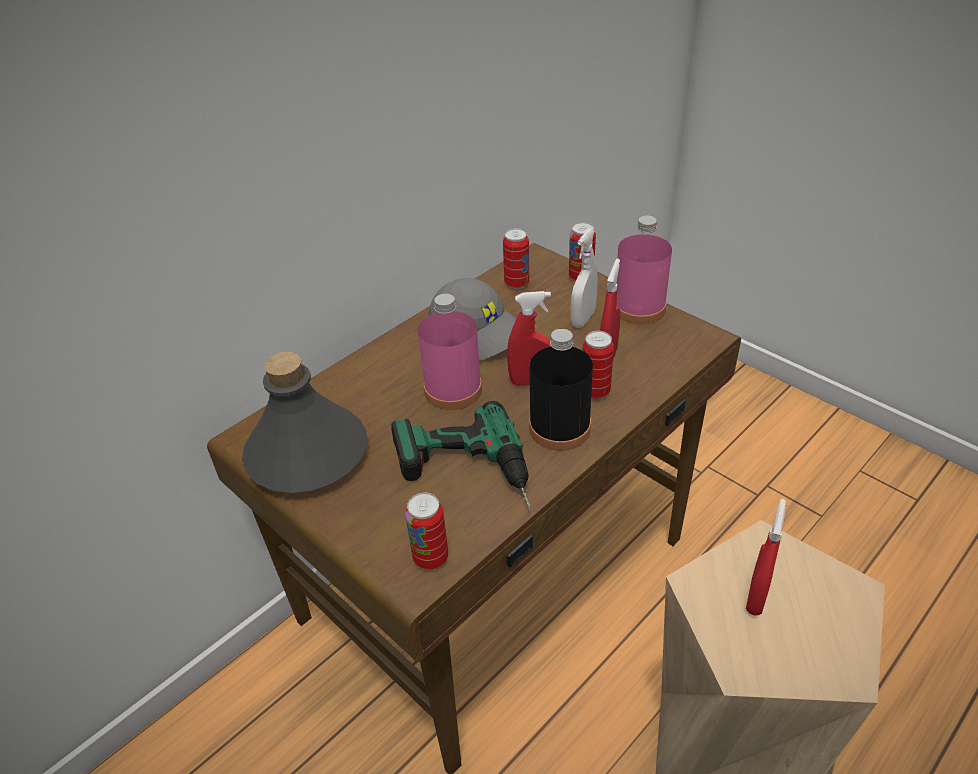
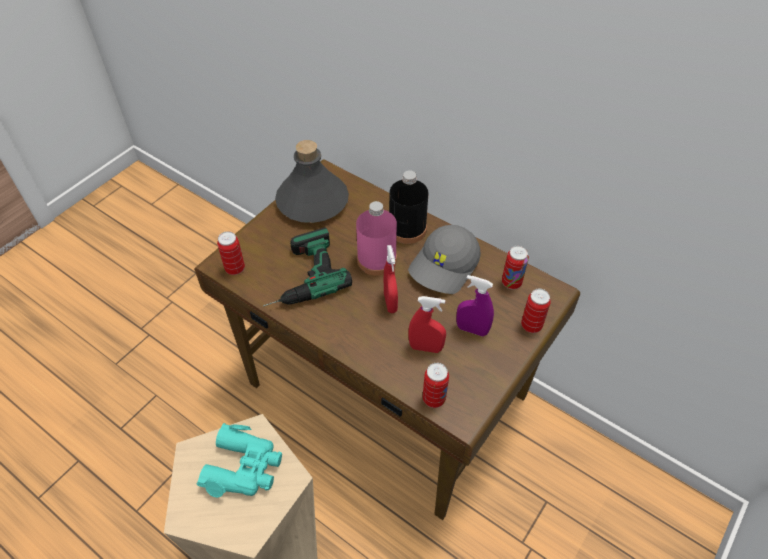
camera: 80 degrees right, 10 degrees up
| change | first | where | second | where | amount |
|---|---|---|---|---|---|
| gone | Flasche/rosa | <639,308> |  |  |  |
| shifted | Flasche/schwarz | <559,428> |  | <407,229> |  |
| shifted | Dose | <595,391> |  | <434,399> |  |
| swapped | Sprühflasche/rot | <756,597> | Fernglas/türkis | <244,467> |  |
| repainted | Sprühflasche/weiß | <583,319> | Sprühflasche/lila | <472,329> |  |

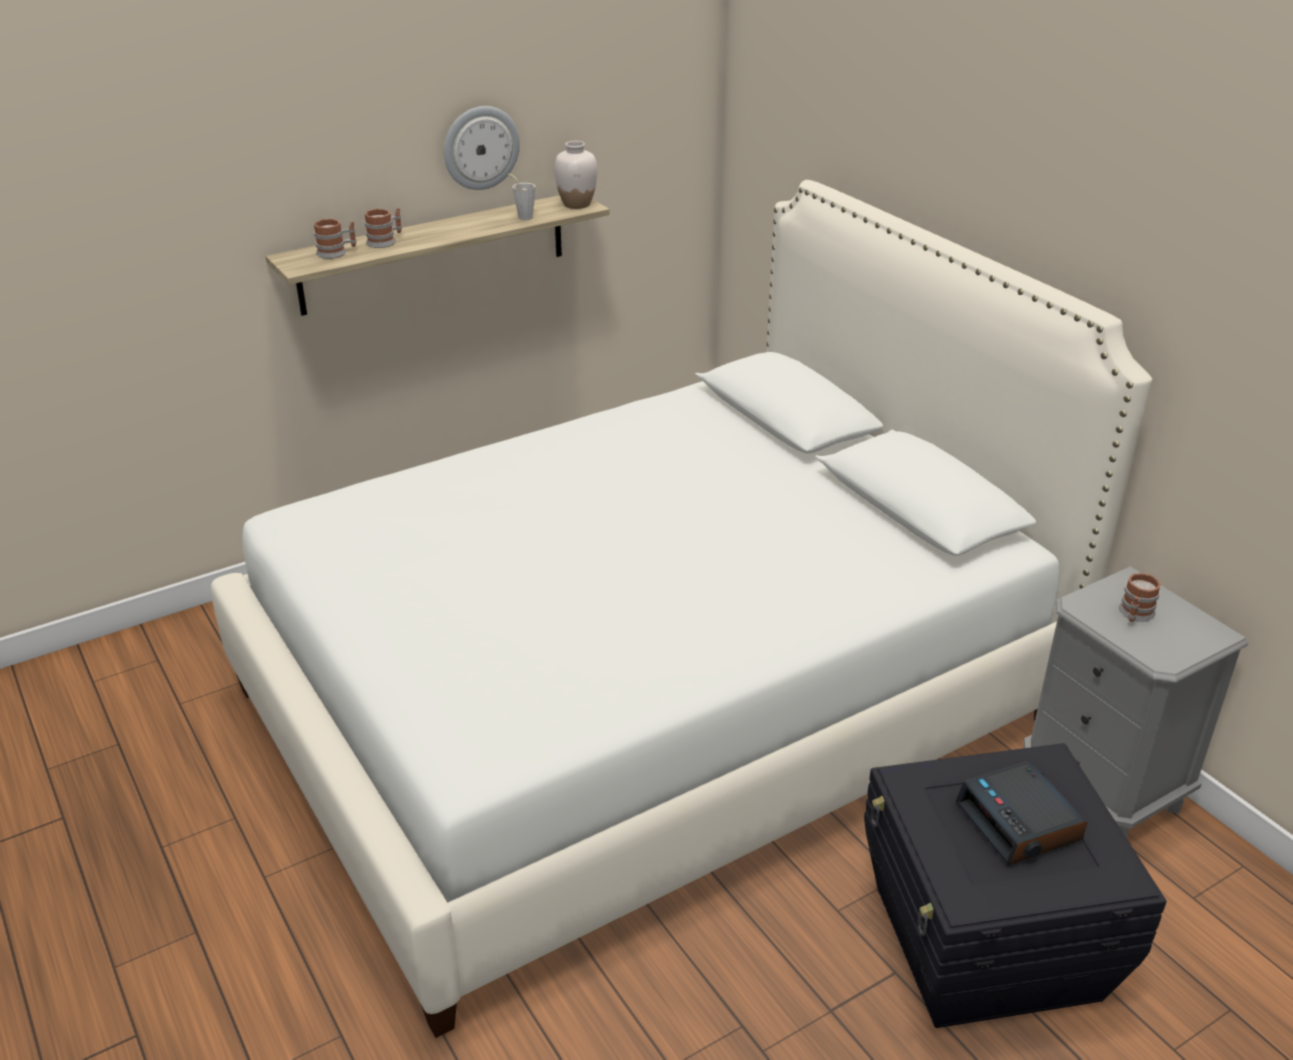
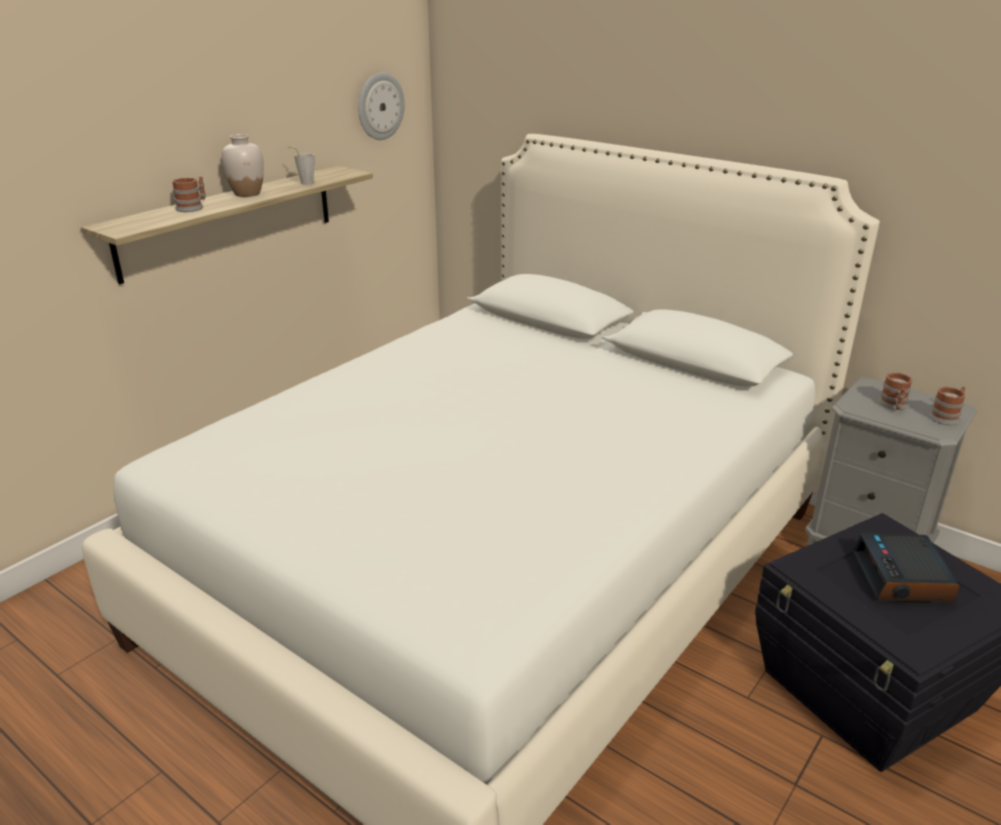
camera: 20 degrees left, 5 degrees down
| change | first | where | second | where | amount |
|---|---|---|---|---|---|
| shifted | Henkelbecher | <337,253> |  | <947,417> |  |
| shifted | Wanduhr | <480,147> |  | <380,106> |  |
| shifted | Vase/weiß | <576,204> |  | <247,194> |  |
| rotated | Wecker | <1019,822> |  | <902,578> | 45 degrees clockwise |

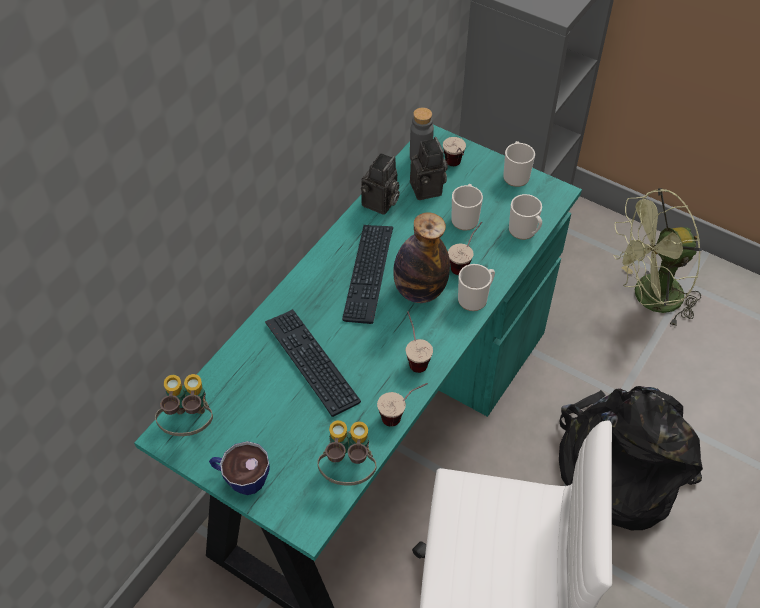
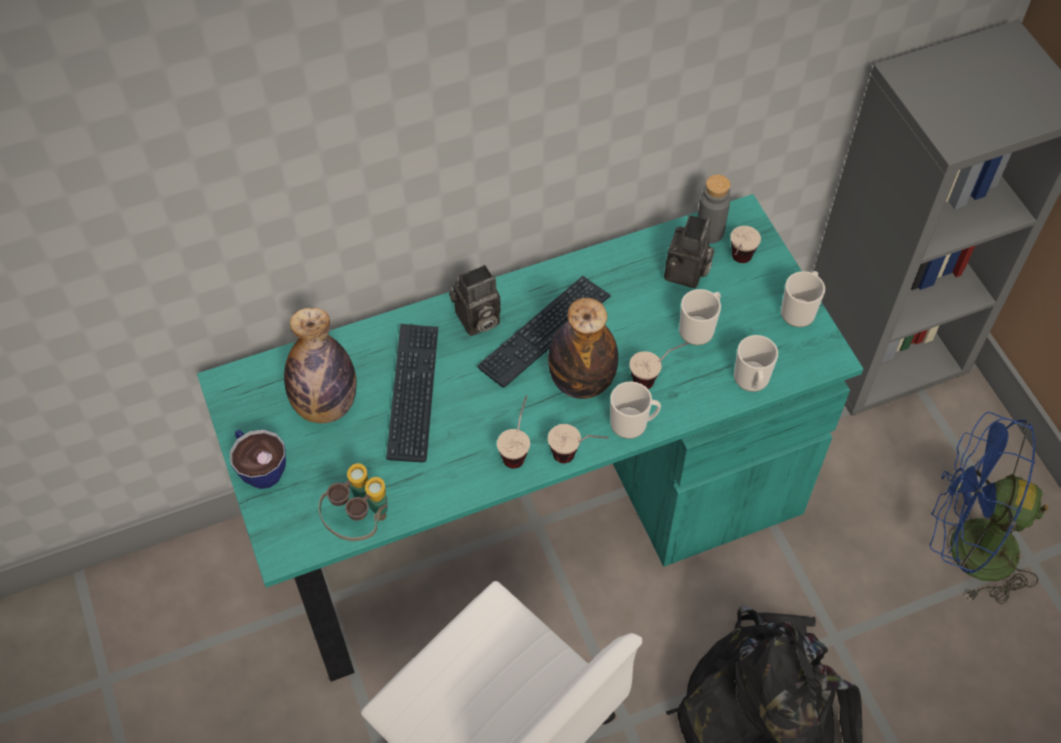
camera: 35 degrees right, 5 degrees up
| change | first | where | second | where | amount |
|---|---|---|---|---|---|
| gone | Fernglas | <189,424> |  |  |  |
| new |  |  | Flasche | <325,405> |  |
| shifted | Kamera | <380,204> |  | <476,321> |  |
| shifted | Tasse | <402,415> |  | <576,457> |  |
| repainted | Ventilator/grün | <648,298> | Ventilator/blau | <966,548> |  |

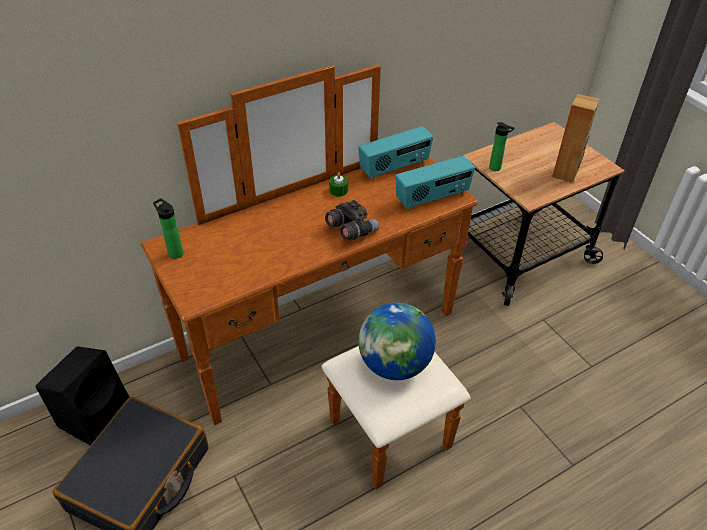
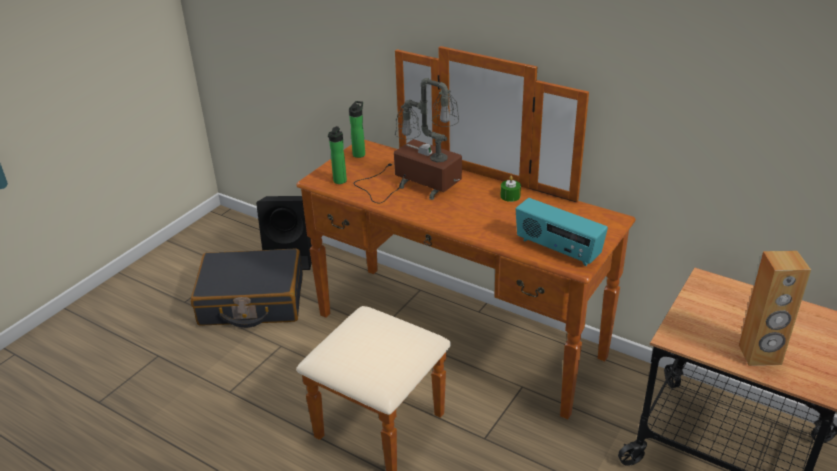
camera: 65 degrees right, 10 degrees down
| change | first | where | second | where | amount |
|---|---|---|---|---|---|
| gone | Fernglas/grau | <351,230> |  |  |  |
| gone | Radio | <394,168> |  |  |  |
| gone | Globus | <394,365> |  |  |  |
| new |  |  | Tischlampe | <416,184> |  |
| shifted | Flasche | <496,168> |  | <339,182> |  |

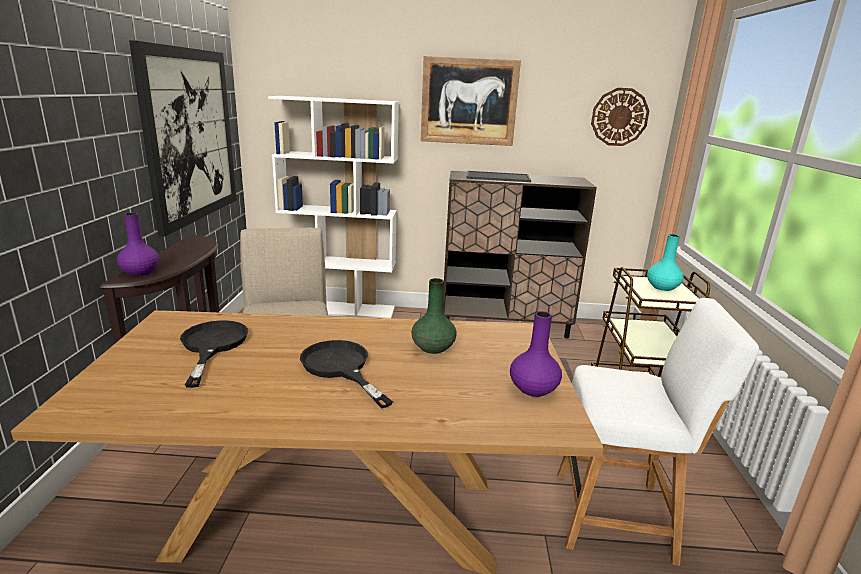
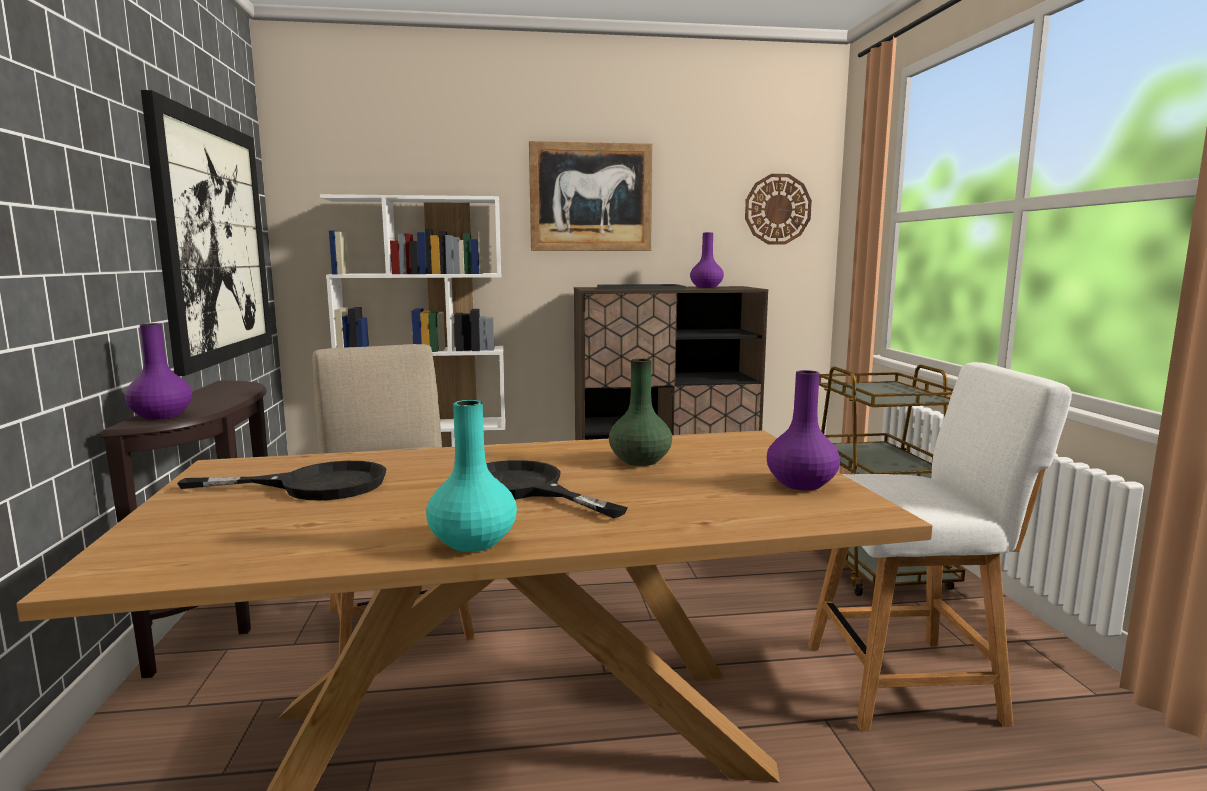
camera: 10 degrees left, 10 degrees down
| change | first | where | second | where | amount |
|---|---|---|---|---|---|
| new |  |  | Vase/lila | <706,287> |  |
| shifted | Vase/türkis | <662,287> |  | <472,542> |  |
| rotated | Pfanne/schwarz | <212,346> |  | <314,485> | 105 degrees clockwise |

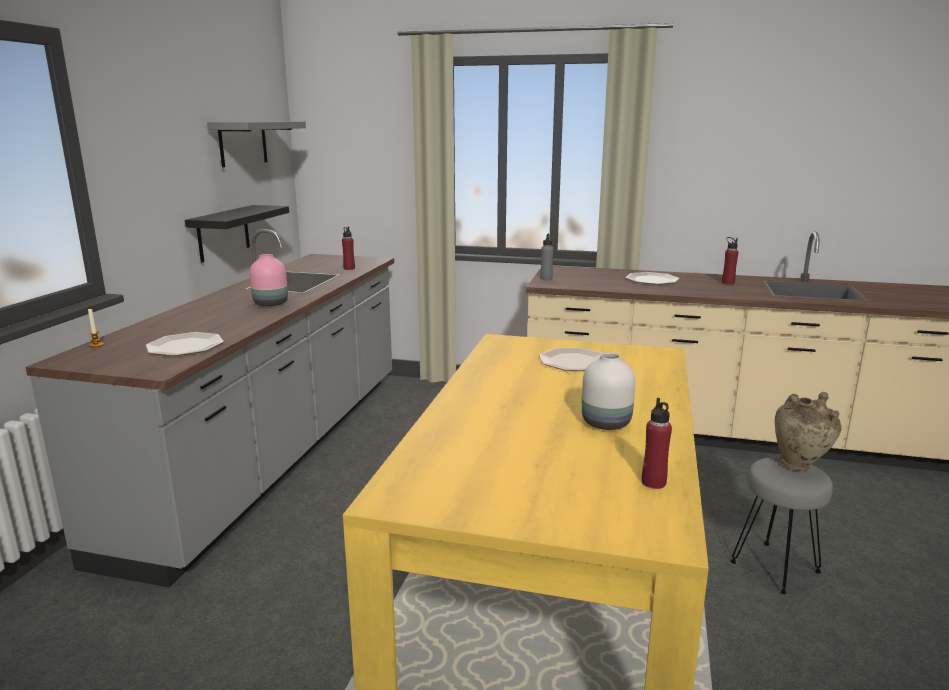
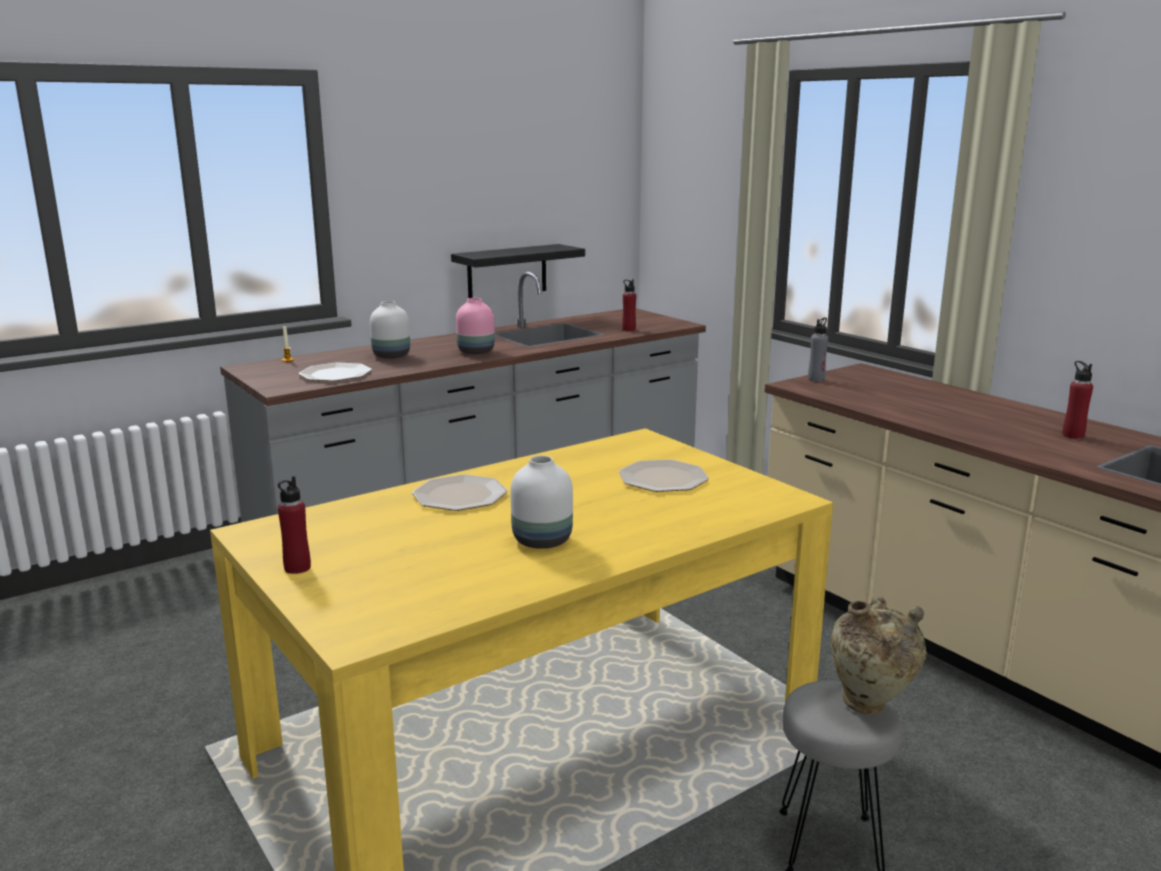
camera: 40 degrees right, 0 degrees up
| change | first | where | second | where | amount |
|---|---|---|---|---|---|
| gone | Wandregal/grau | <243,143> |  |  |  |
| new |  |  | Vase/weiß | <390,356> |  |
| shifted | Teller | <652,280> |  | <460,495> |  |
| shifted | Flasche/rot | <653,482> |  | <297,568> |  |

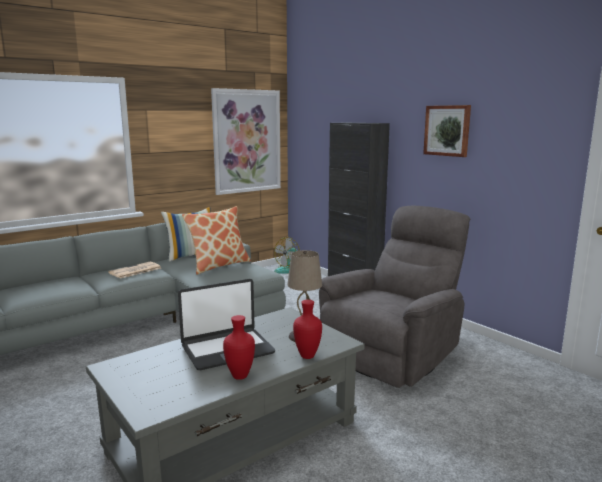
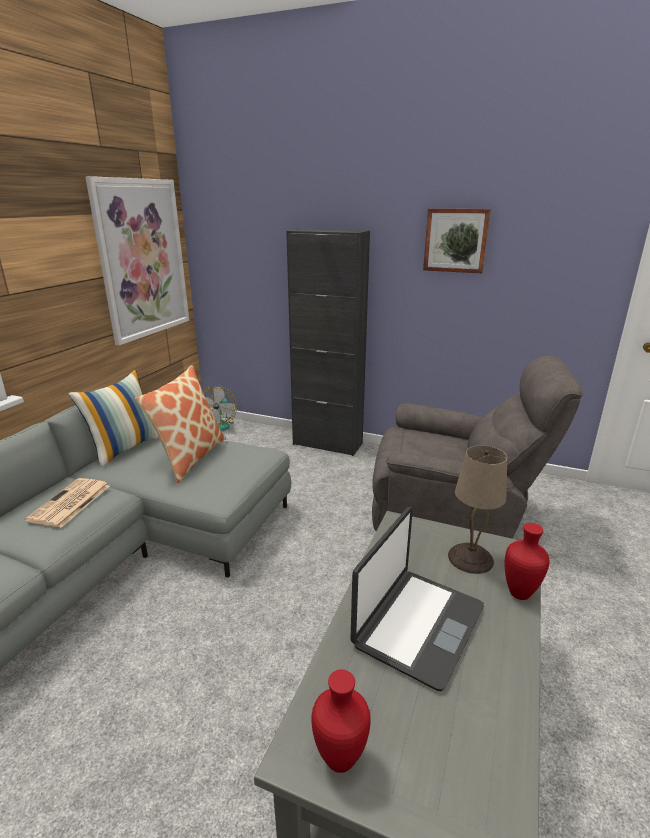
camera: 30 degrees left, 10 degrees up
| change | first | where | second | where | amount |
|---|---|---|---|---|---|
| shifted | Vase/rot | <239,376> |  | <340,761> |  |
| rotated | Sessel/grau | <394,355> |  | <451,518> | 90 degrees clockwise |

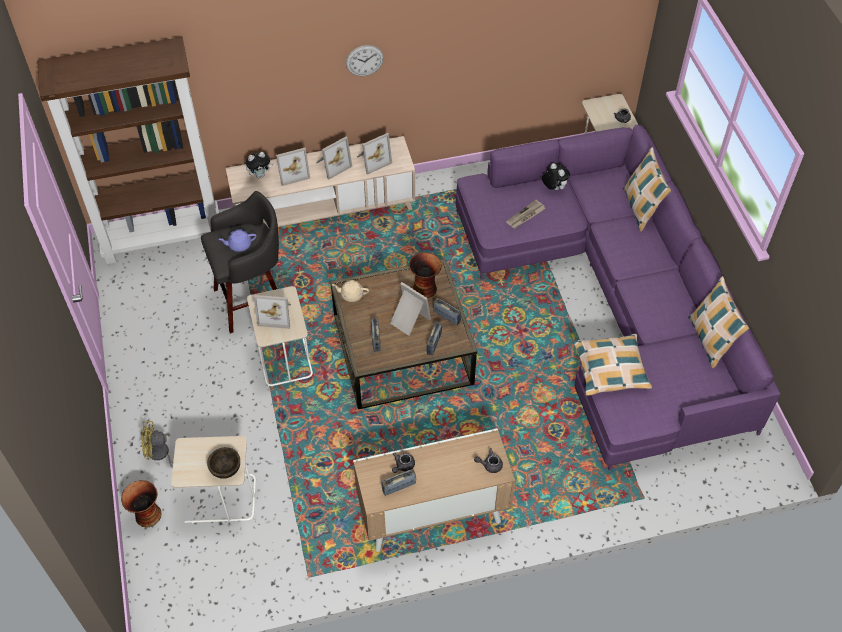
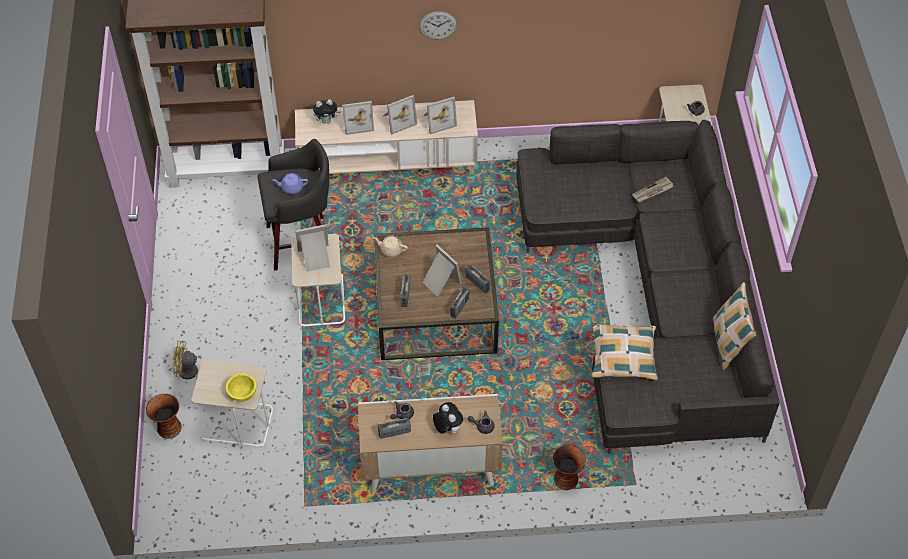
camera: 10 degrees right, 0 degrees up
| change | first | where | second | where | amount |
|---|---|---|---|---|---|
| gone | Kissen | <641,208> |  |  |  |
| shifted | Vase | <425,288> |  | <566,478> |  |
| shifted | Zeitung | <525,216> |  | <652,191> |  |
| shifted | Plüschtier | <553,188> |  | <447,428> |  |
| repainted | Schüssel/braun | <225,469> | Schüssel/gelb | <242,393> |  |
| repainted | Sofa/lila | <614,303> | Sofa/grau | <653,294> |  |
| rotated | Bilderrahmen | <276,314> |  | <315,258> | 150 degrees clockwise |

